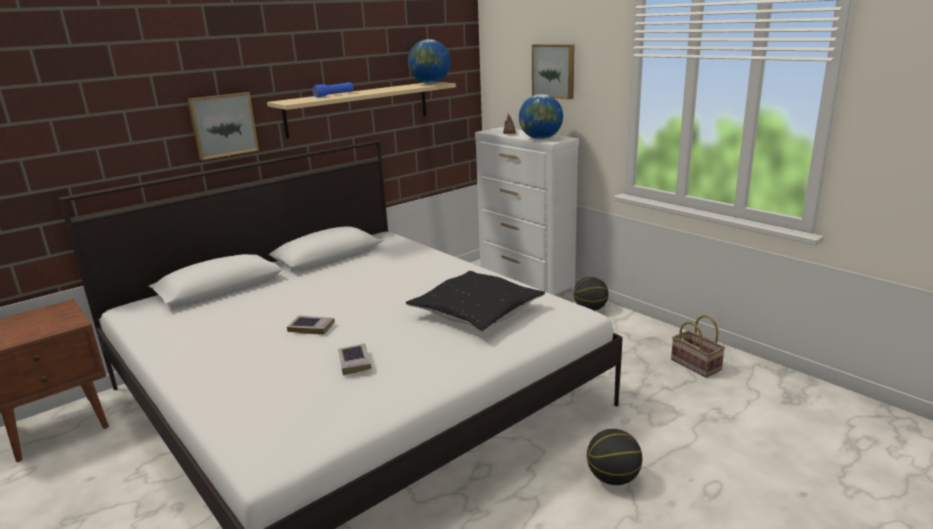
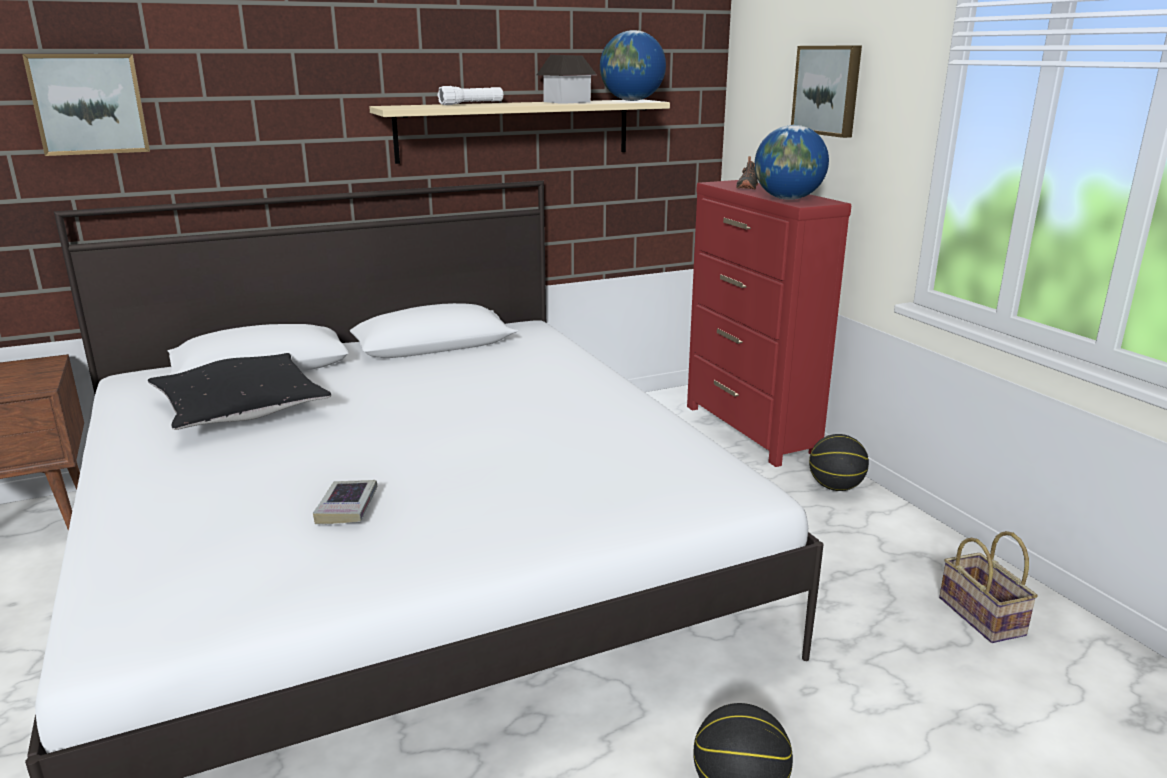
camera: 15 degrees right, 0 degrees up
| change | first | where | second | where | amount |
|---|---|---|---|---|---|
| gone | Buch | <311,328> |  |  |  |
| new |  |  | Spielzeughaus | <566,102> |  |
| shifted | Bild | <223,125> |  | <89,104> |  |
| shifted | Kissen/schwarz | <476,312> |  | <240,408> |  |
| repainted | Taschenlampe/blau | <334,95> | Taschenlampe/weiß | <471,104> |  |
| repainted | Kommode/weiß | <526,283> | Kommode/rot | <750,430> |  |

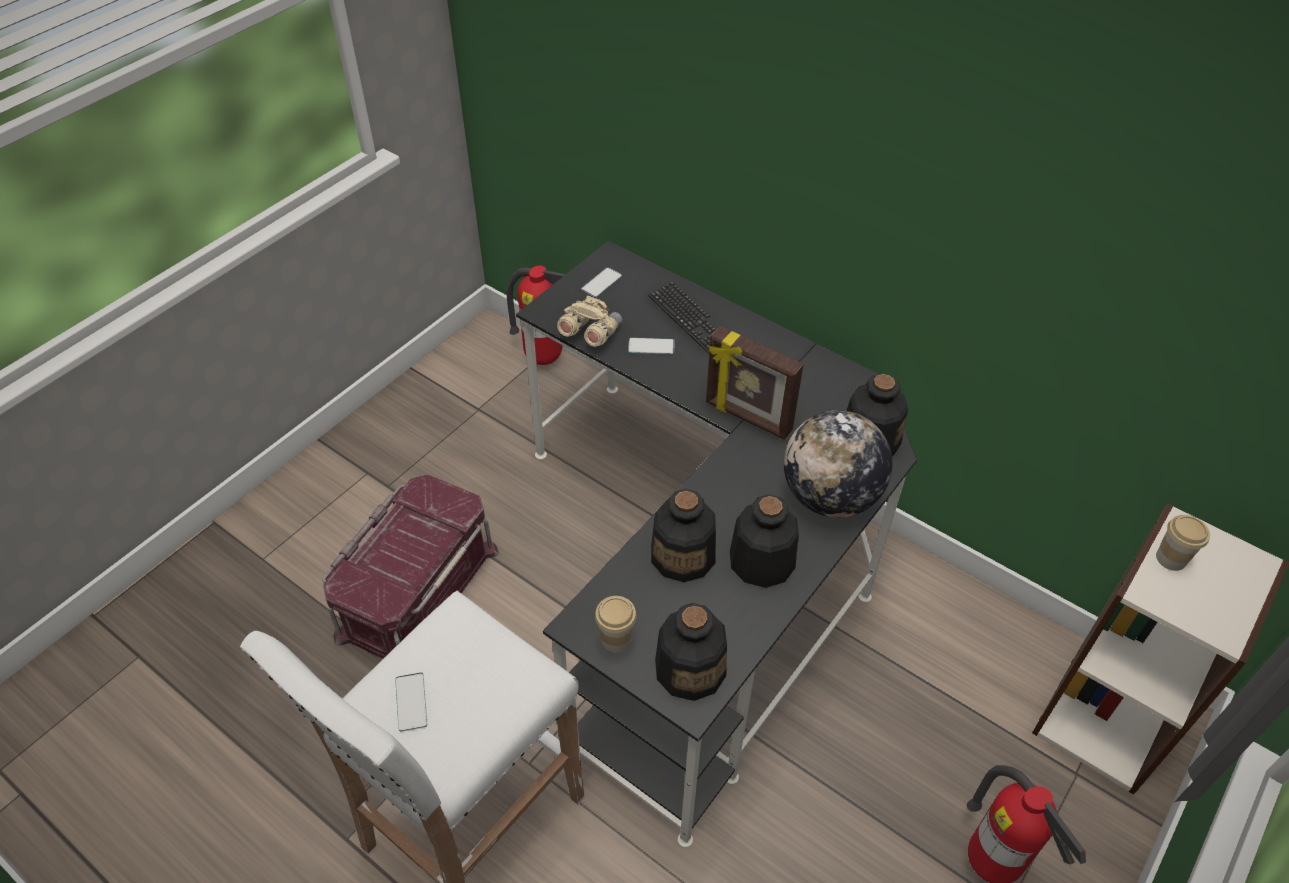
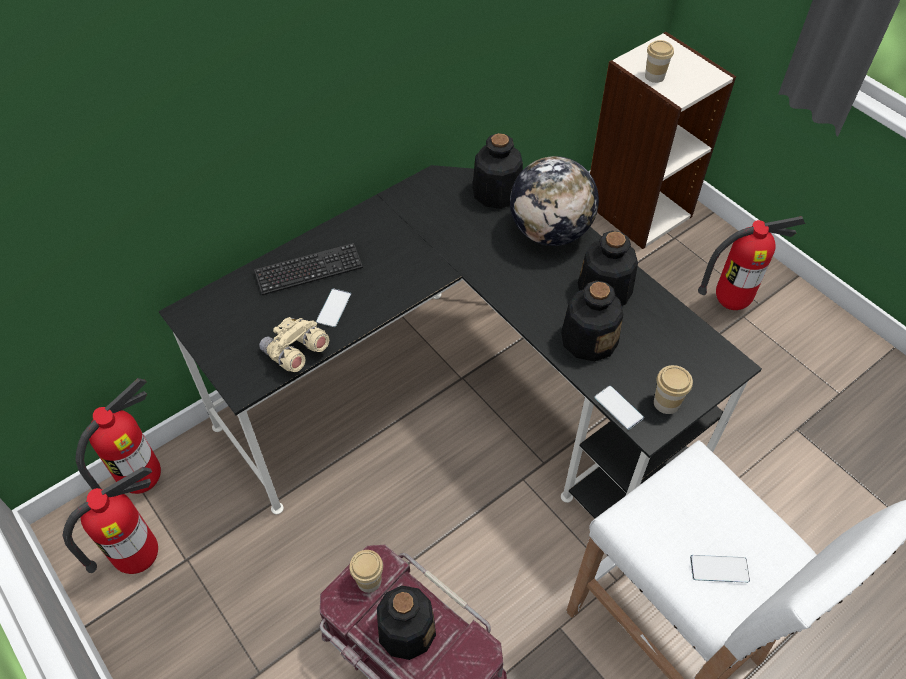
camera: 75 degrees left, 5 degrees up
| change | first | where | second | where | amount |
|---|---|---|---|---|---|
| gone | Bilderrahmen | <747,417> |  |  |  |
| new |  |  | Feuerlöscher | <140,557> |  |
| new |  |  | Tasse | <369,580> |  |
| shifted | Handy | <601,283> |  | <618,408> |  |
| shifted | Flasche | <690,668> |  | <406,629> |  |

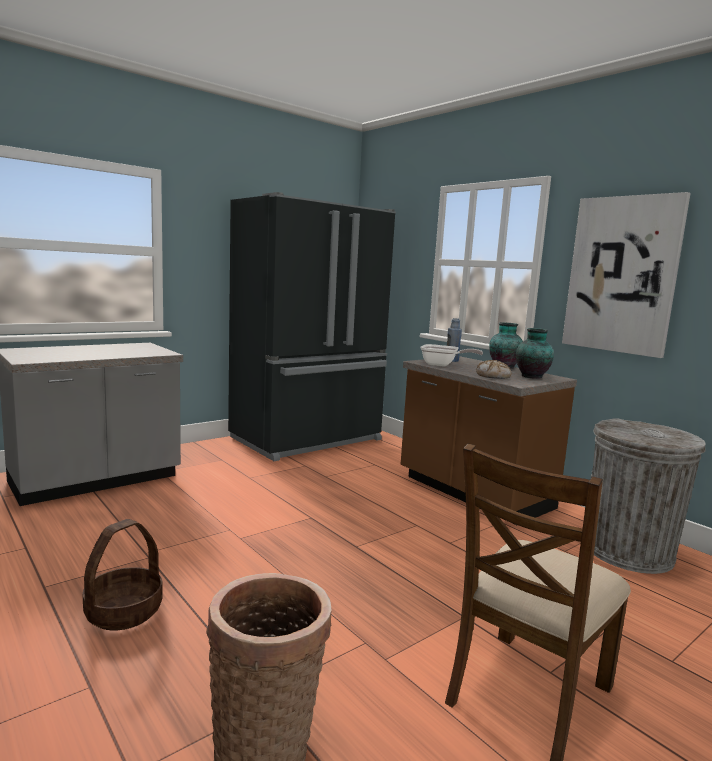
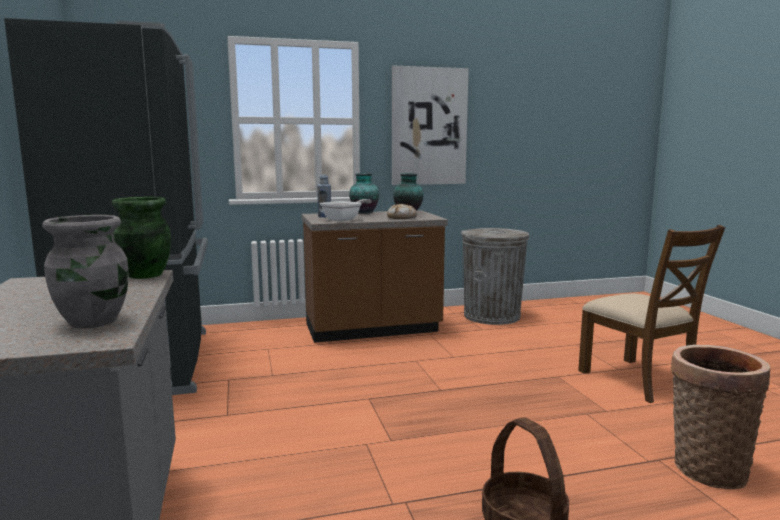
camera: 65 degrees left, 0 degrees up
| change | first | where | second | where | amount |
|---|---|---|---|---|---|
| new |  |  | Vase/grau | <94,322> |  |
| new |  |  | Vase/grün | <145,275> |  |

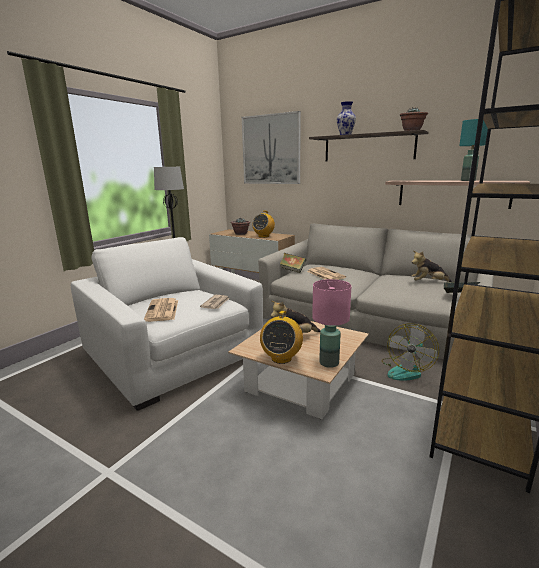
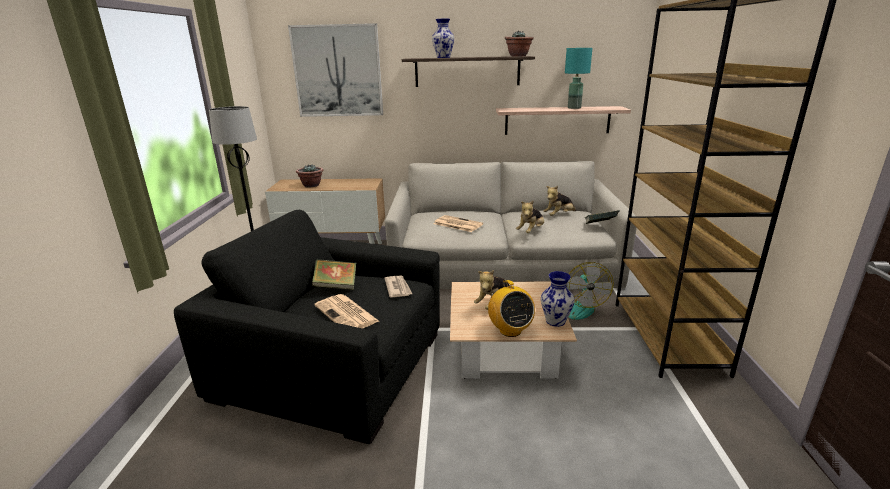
camera: 30 degrees left, 5 degrees up
| change | first | where | second | where | amount |
|---|---|---|---|---|---|
| gone | Radio | <263,236> |  |  |  |
| new |  |  | Plüschtier | <531,231> |  |
| shifted | Buch | <291,270> |  | <336,286> |  |
| swapped | Tischlampe/rosa | <329,362> | Vase | <555,321> |  |
| repainted | Sessel/weiß | <173,354> | Sessel/schwarz | <333,365> |  |

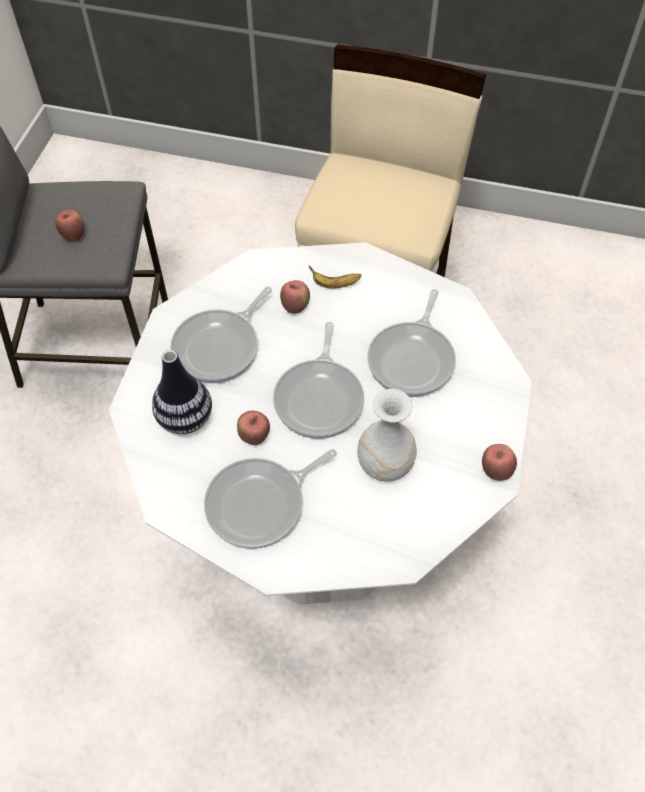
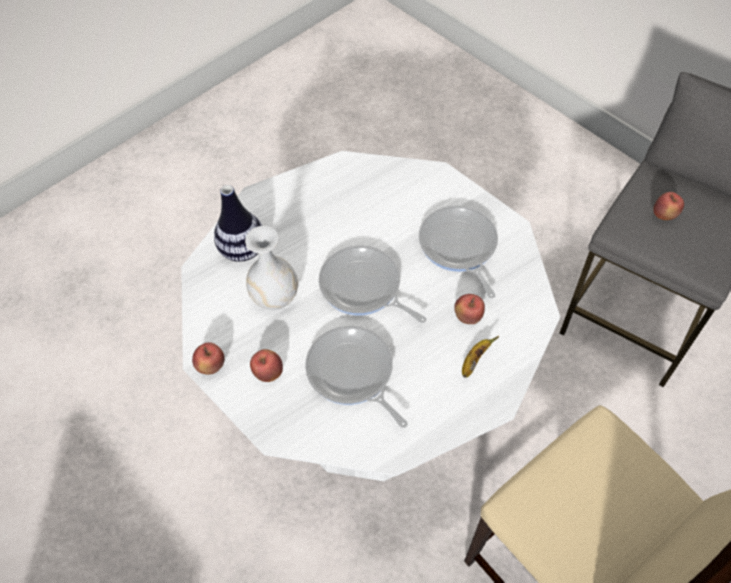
camera: 125 degrees right, 0 degrees up
| change | first | where | second | where | amount |
|---|---|---|---|---|---|
| gone | Pfanne | <260,504> |  |  |  |
| shifted | Vase | <185,418> |  | <243,249> |  |
| shifted | Apfel | <254,436> |  | <268,373> |  |

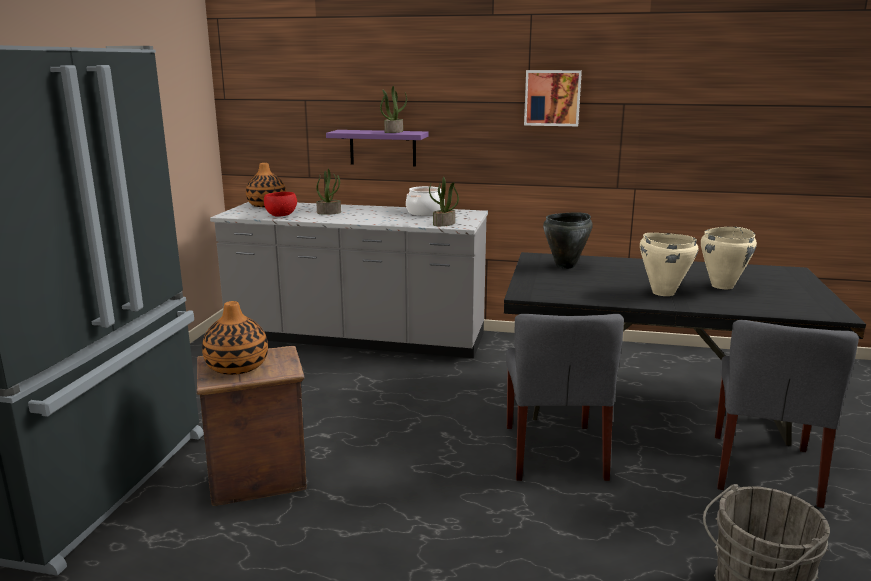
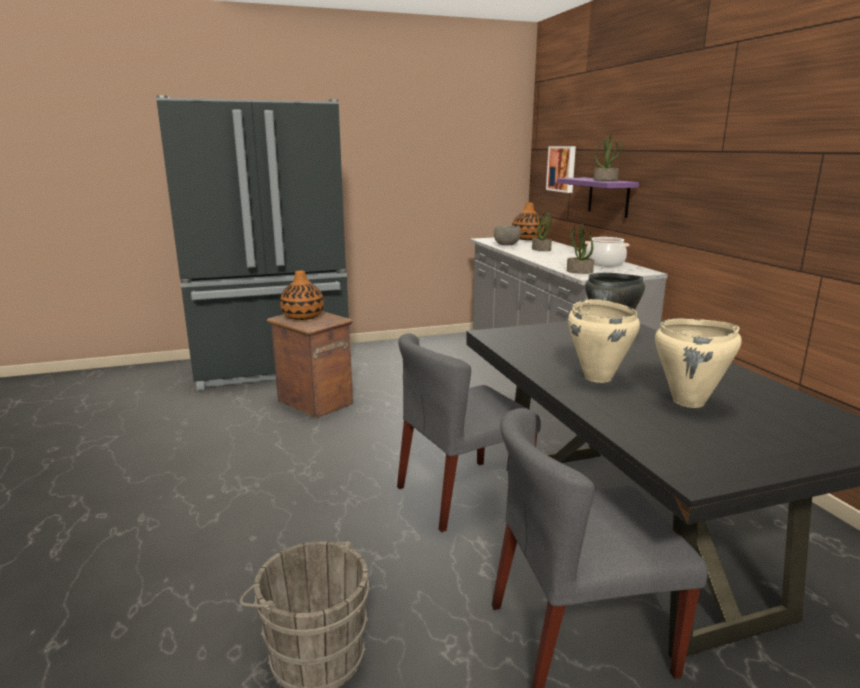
camera: 60 degrees right, 0 degrees up
| change | first | where | second | where | amount |
|---|---|---|---|---|---|
| shifted | Bild | <552,98> |  | <562,169> |  |
| repainted | Schüssel/rot | <281,215> | Schüssel/grau | <507,245> |  |

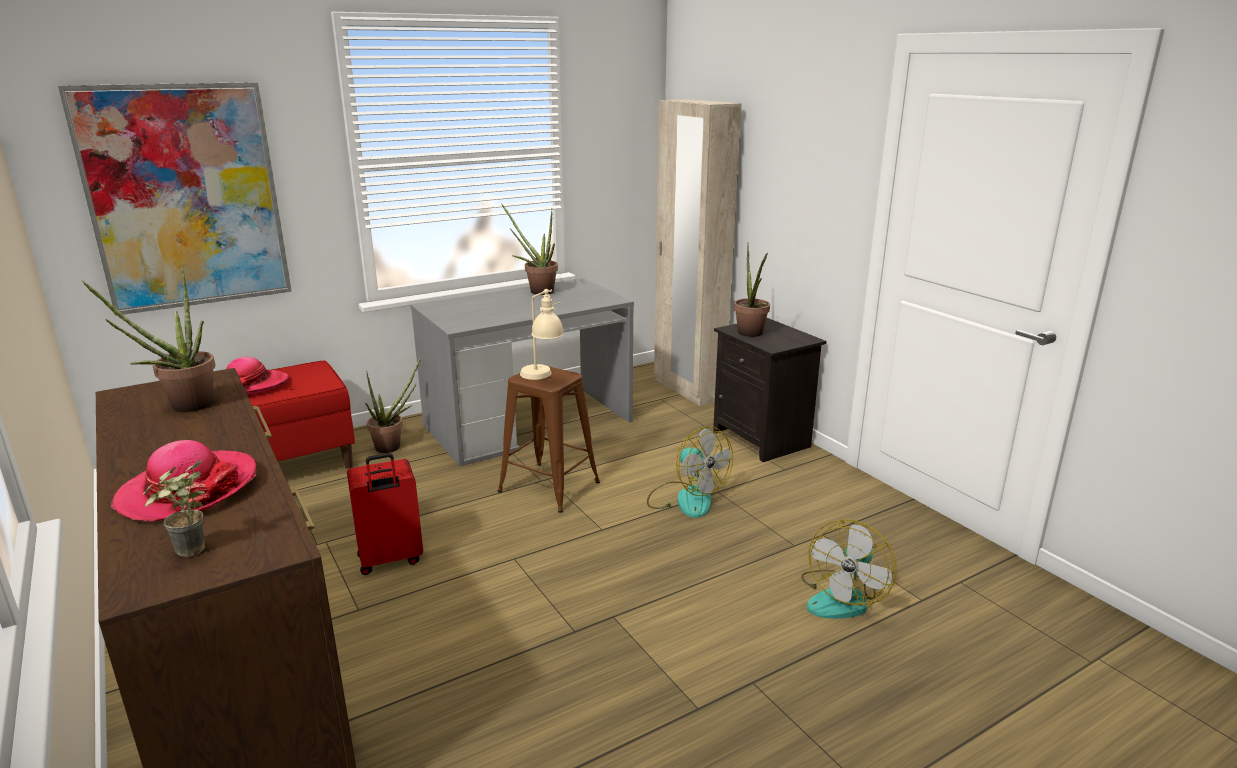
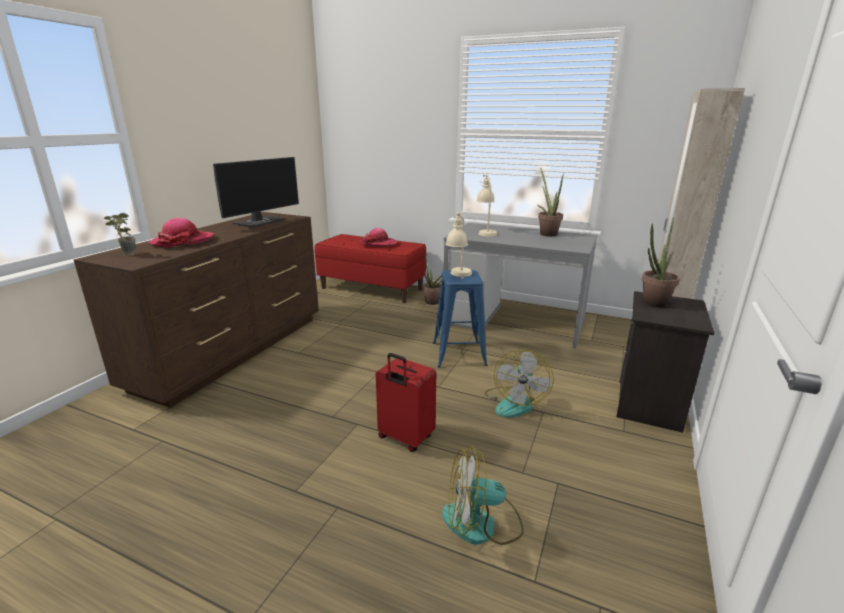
camera: 55 degrees right, 0 degrees up
| change | first | where | second | where | amount |
|---|---|---|---|---|---|
| gone | Bild | <185,198> |  |  |  |
| new |  |  | Tischlampe/beige | <485,232> |  |
| shifted | Koffer/rot | <390,560> |  | <405,438> |  |
| swapped | Topfpflanze | <183,407> | Monitor | <260,222> |  |
| repainted | Hocker/braun | <549,487> | Hocker/blau | <459,353> |  |

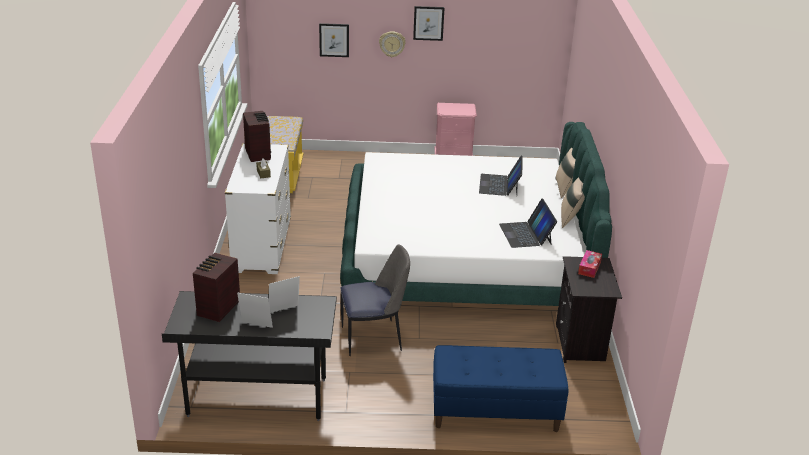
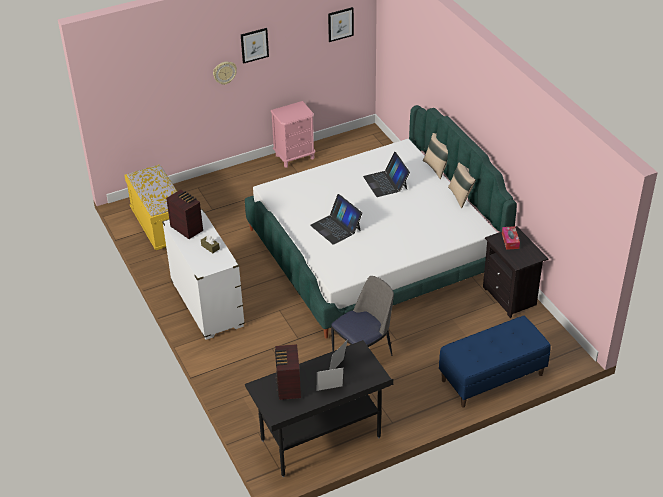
camera: 25 degrees left, 10 degrees up
| change | first | where | second | where | amount |
|---|---|---|---|---|---|
| shifted | Bild | <334,40> |  | <340,24> |  |
| shifted | Laptop | <526,234> |  | <336,227> |  |

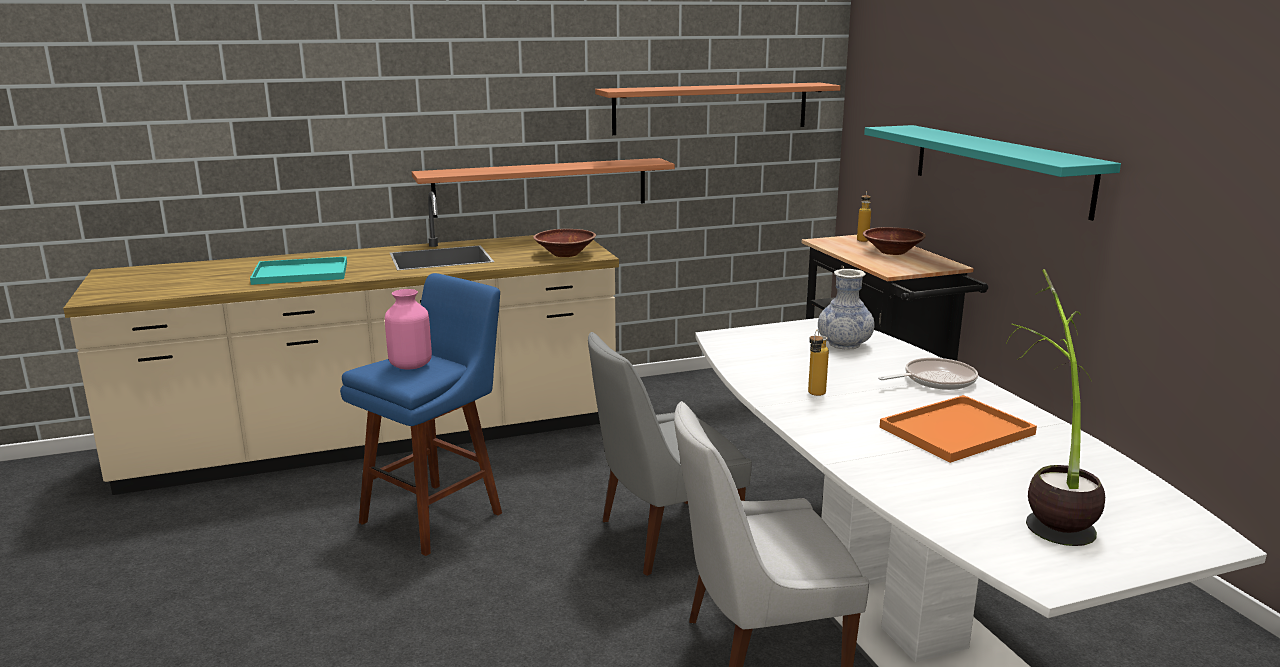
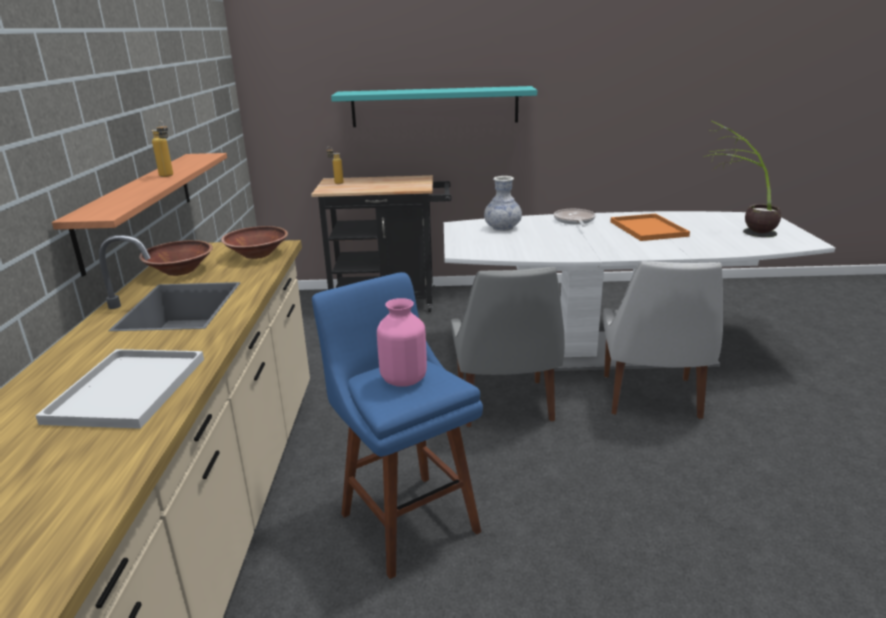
camera: 70 degrees left, 5 degrees up
| change | first | where | second | where | amount |
|---|---|---|---|---|---|
| gone | Wandregal | <711,108> |  |  |  |
| shifted | Flasche | <814,395> |  | <168,176> |  |
| shifted | Schüssel/braun | <893,252> |  | <180,271> |  |
| repainted | Tablett/türkis | <298,273> | Tablett/weiß | <128,391> |  |

